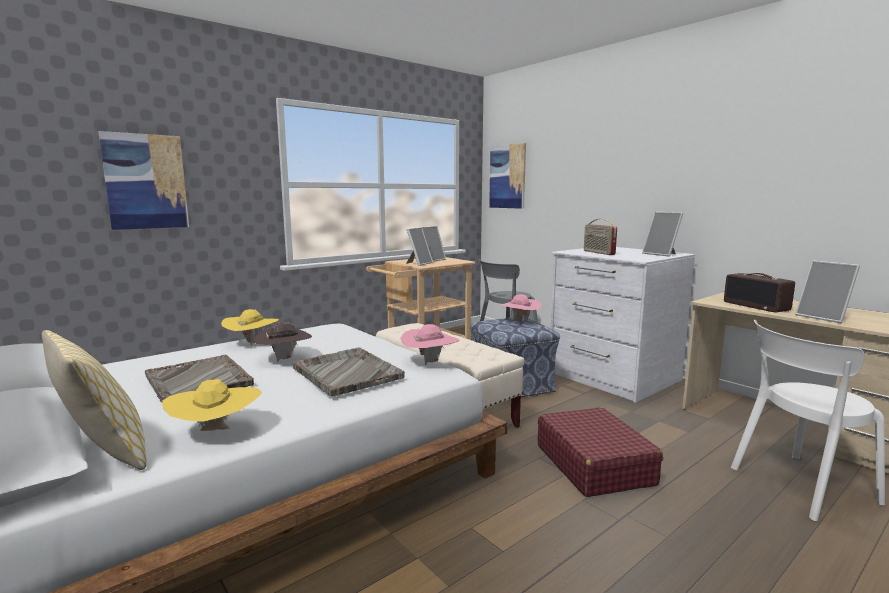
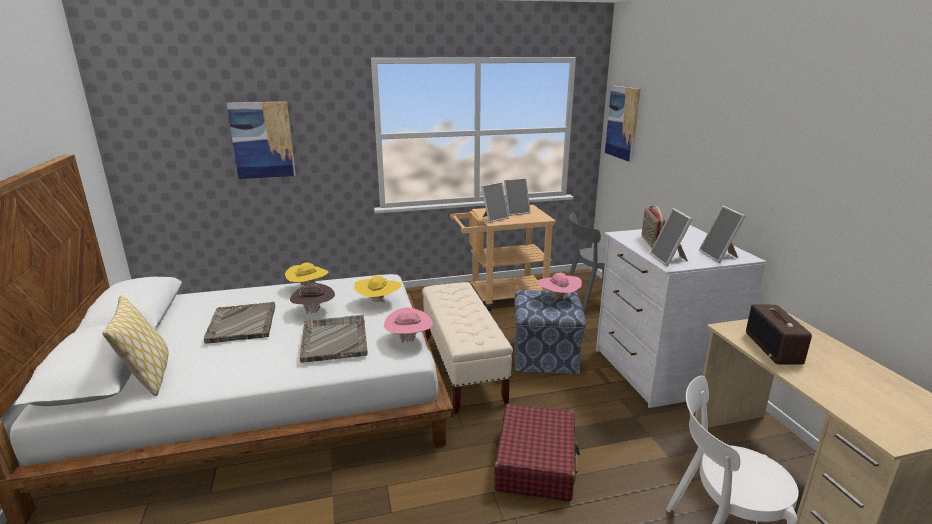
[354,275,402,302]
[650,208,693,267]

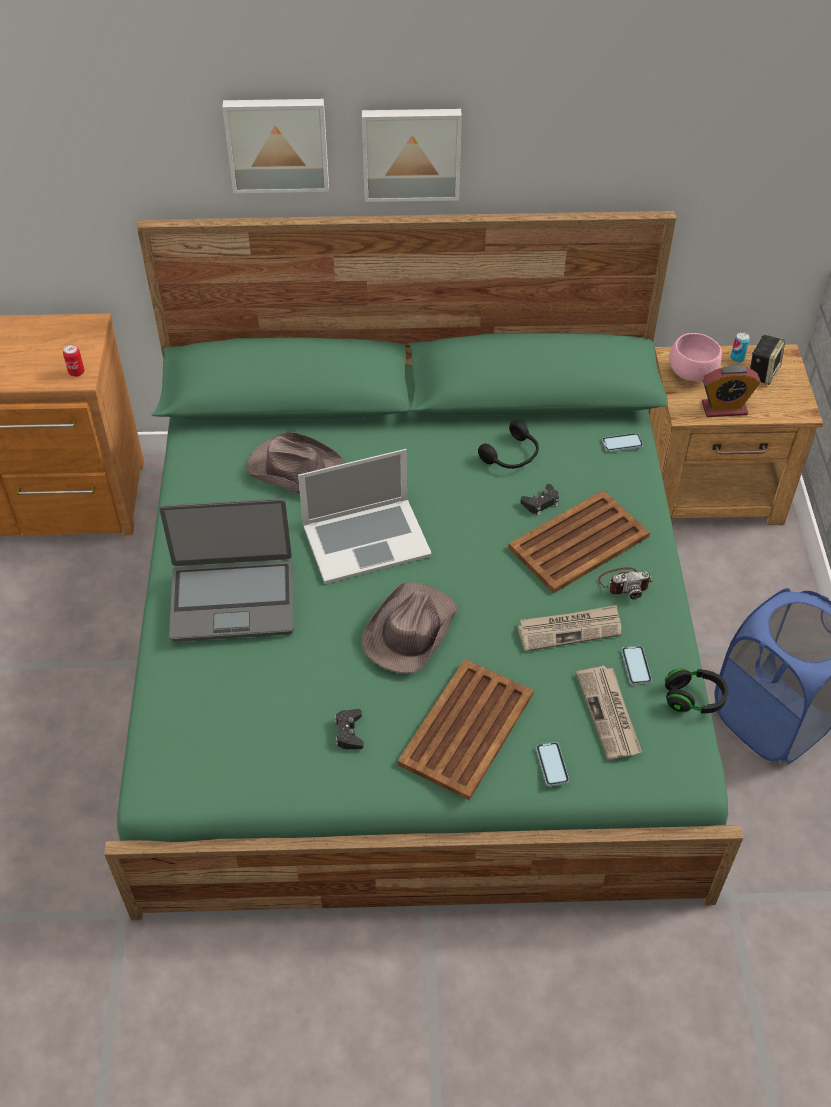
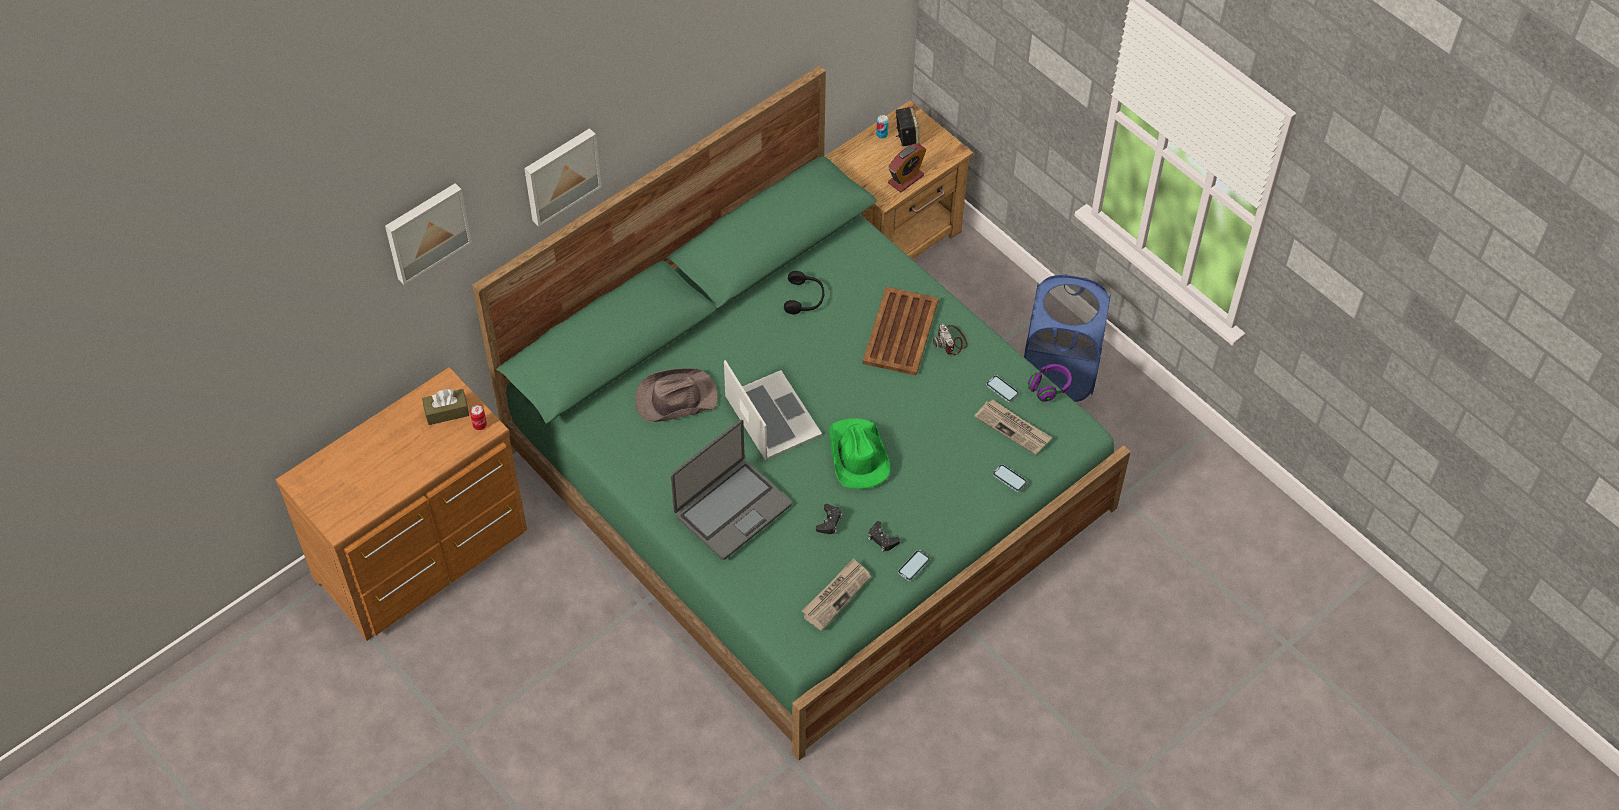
[385,183,472,285]
[422,389,469,425]
[724,360,822,460]
[802,558,871,631]
[816,504,842,534]
[829,418,890,489]
[898,550,930,581]
[933,324,968,355]
[1028,364,1072,402]
[398,659,534,800] (first image)
[669,333,722,381] (first image)

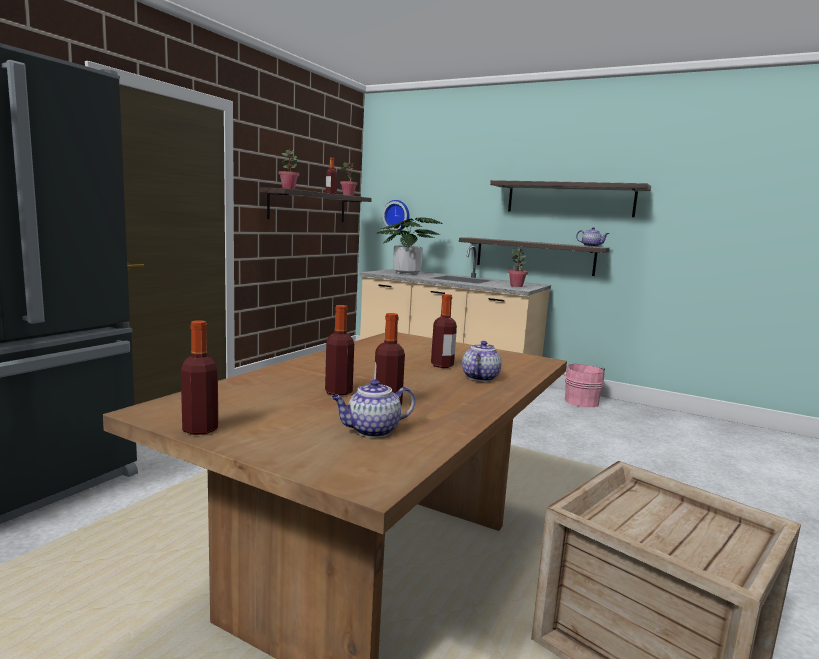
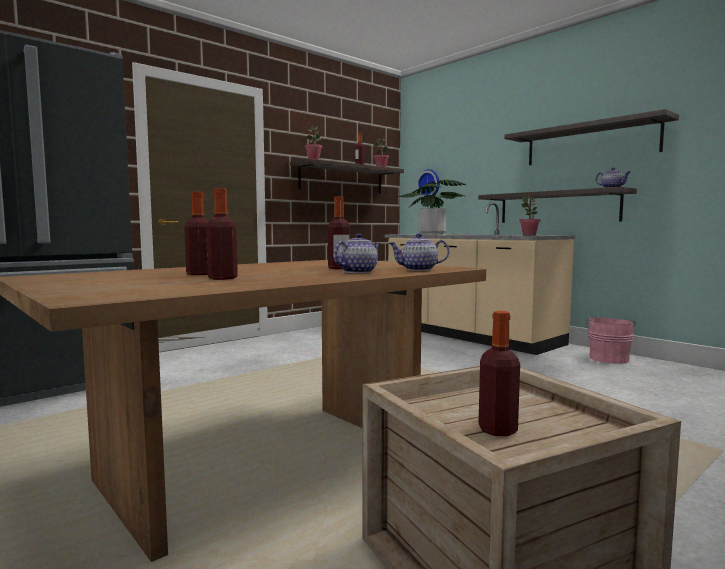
[389,233,449,271]
[478,311,520,436]

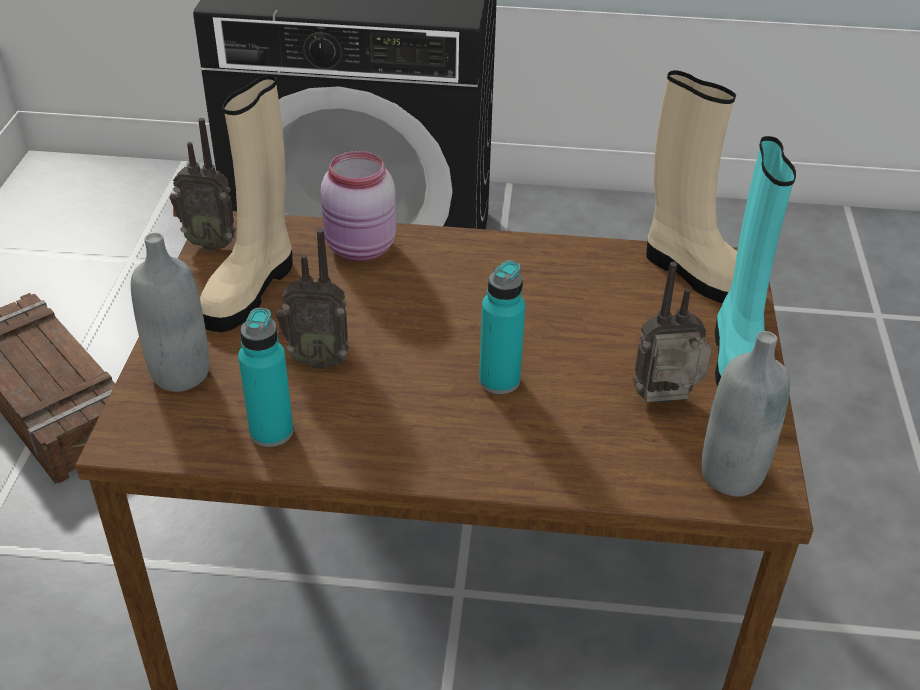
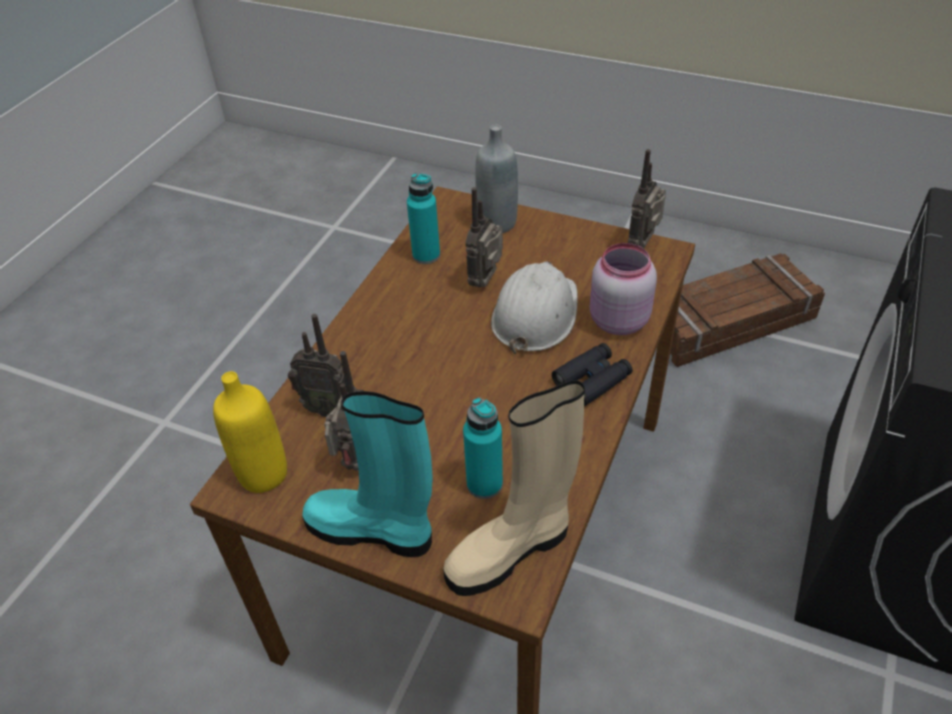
[213,371,287,493]
[288,314,346,417]
[463,397,503,499]
[491,261,578,354]
[552,343,633,406]
[200,75,293,332] (first image)

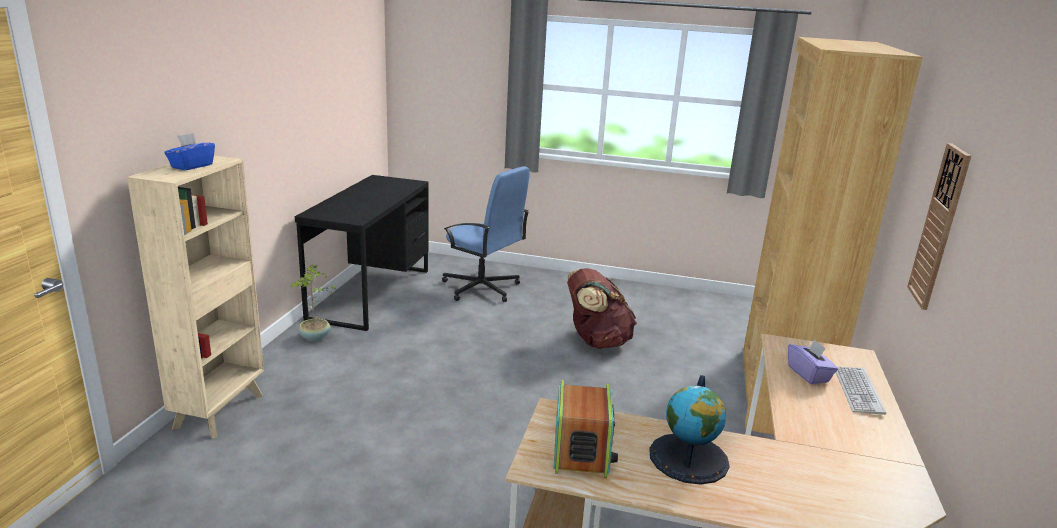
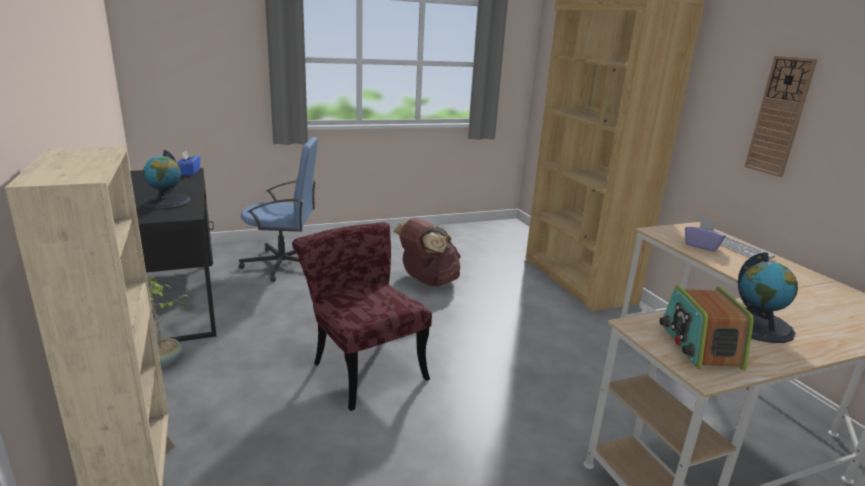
[141,150,191,210]
[177,151,200,176]
[292,222,432,411]
[660,285,754,370]

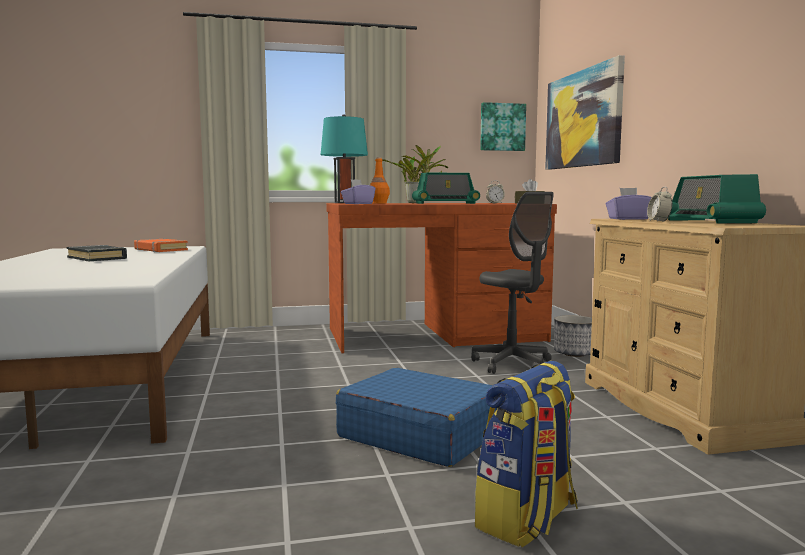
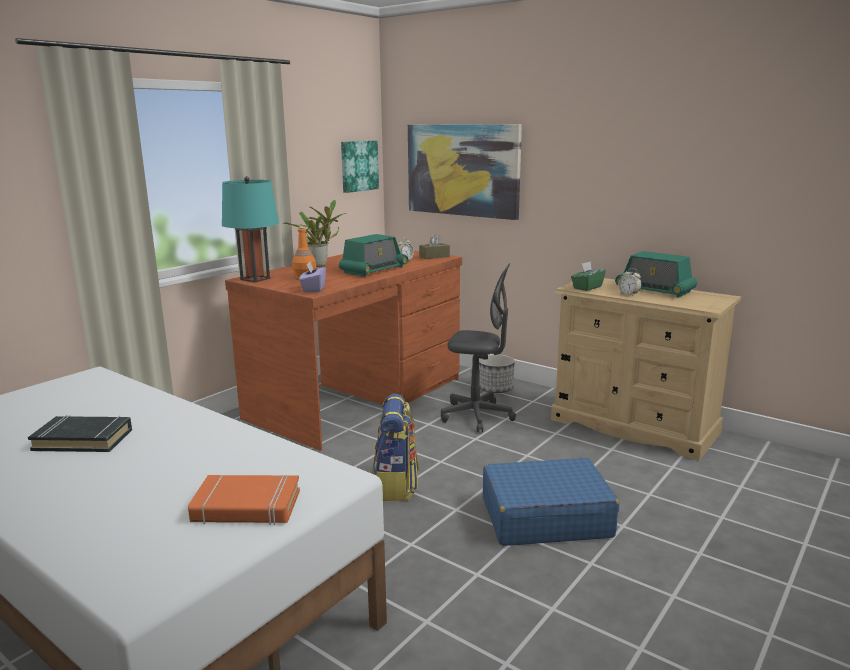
[188,475,300,525]
[372,394,418,501]
[571,262,606,291]

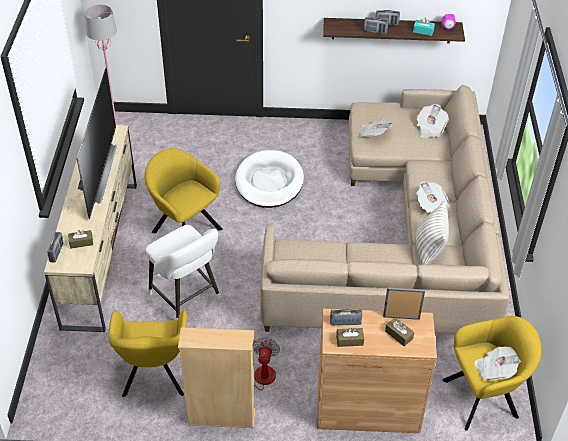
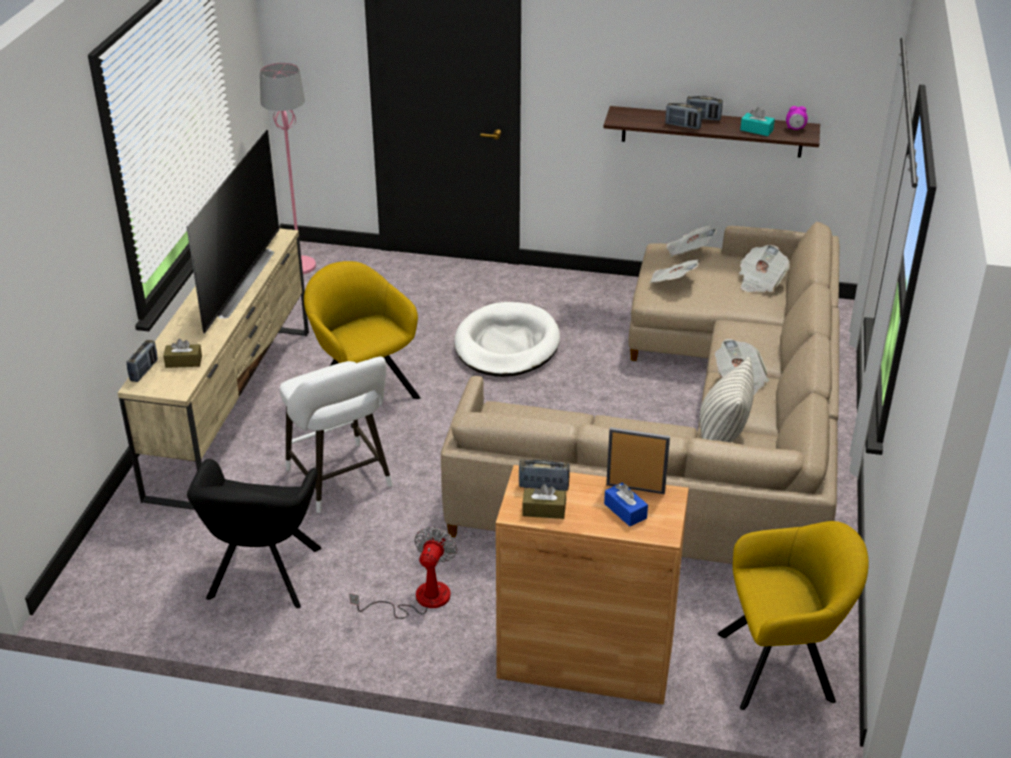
[187,459,321,608]
[604,483,648,526]
[666,225,717,257]
[178,327,255,428] (first image)

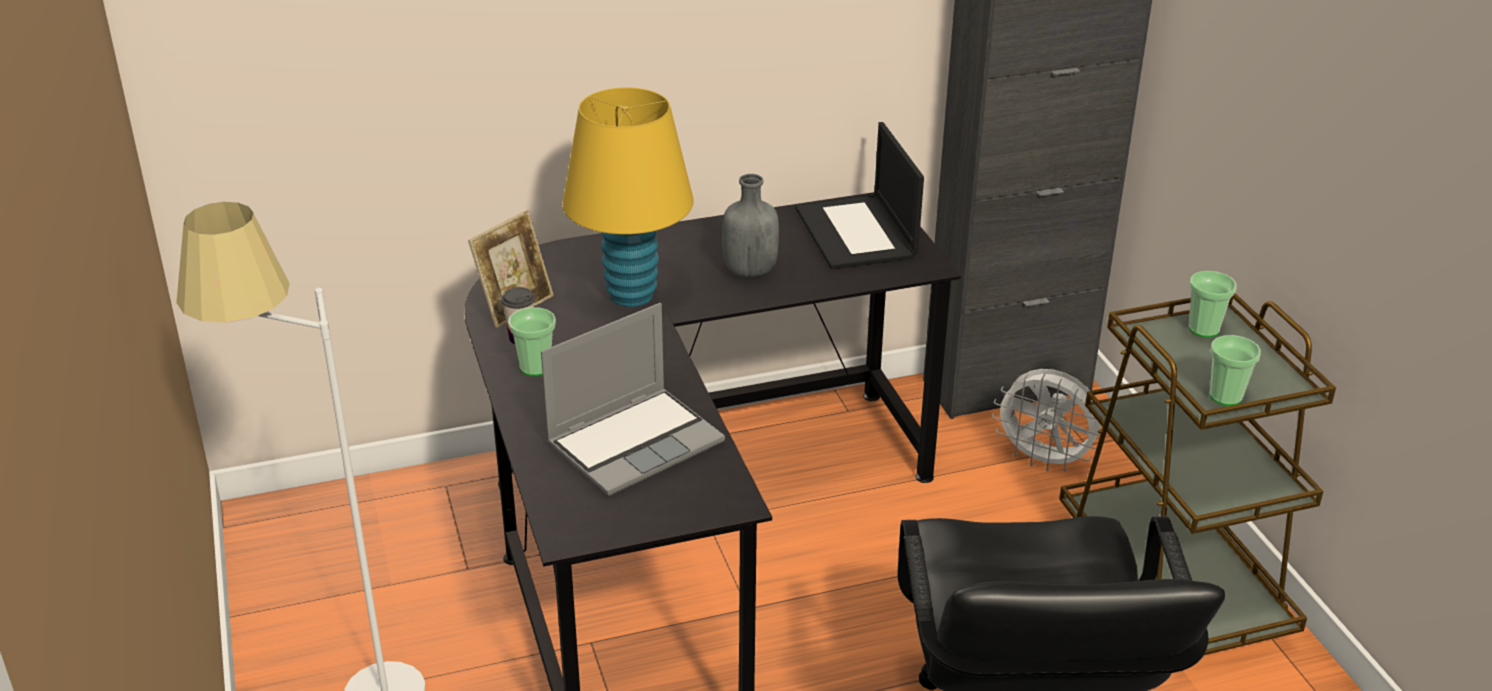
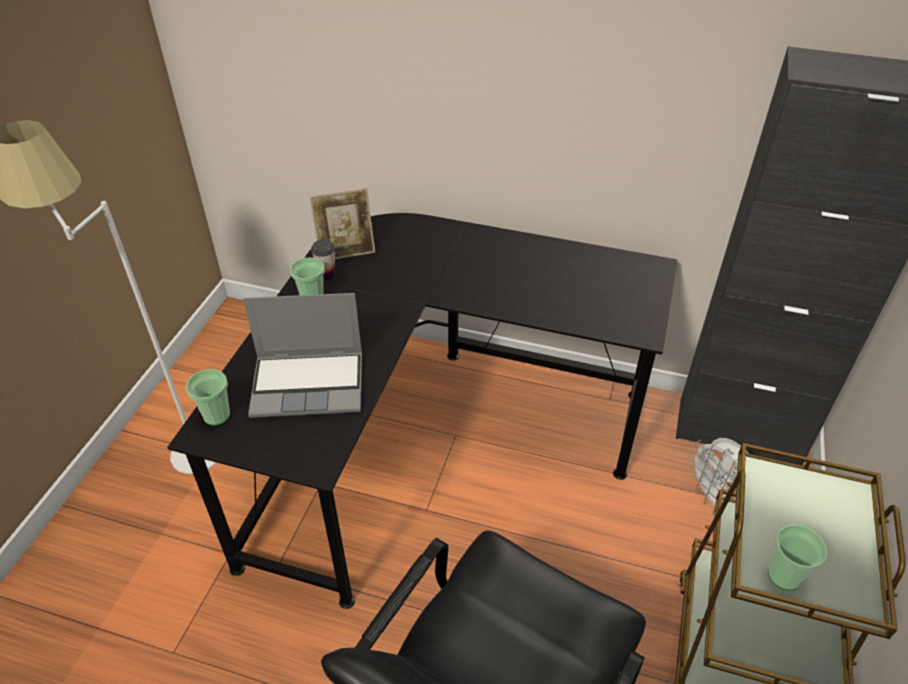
[186,369,230,426]
[562,87,693,307] (first image)
[722,174,779,278] (first image)
[796,122,924,269] (first image)

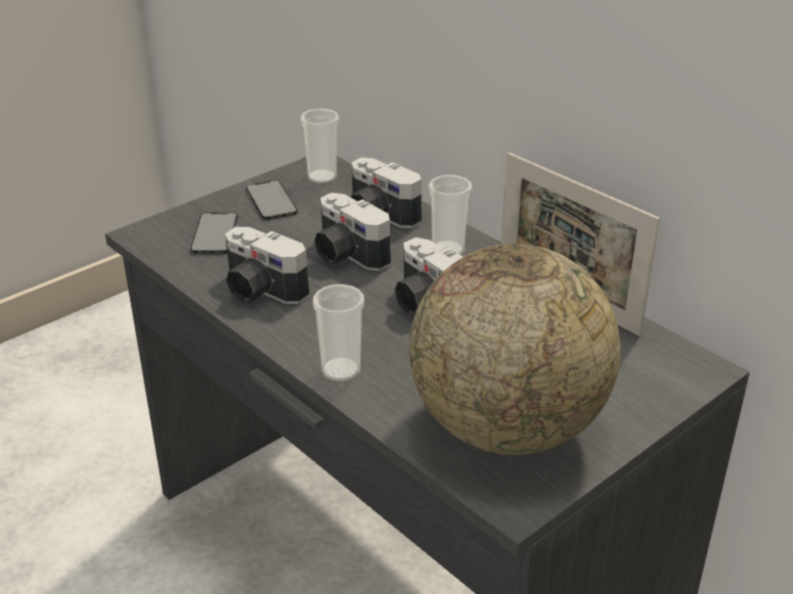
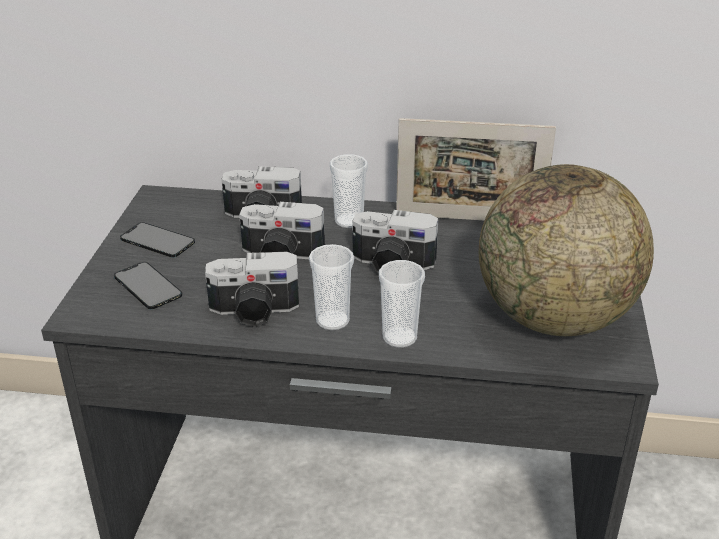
[309,244,354,330]

